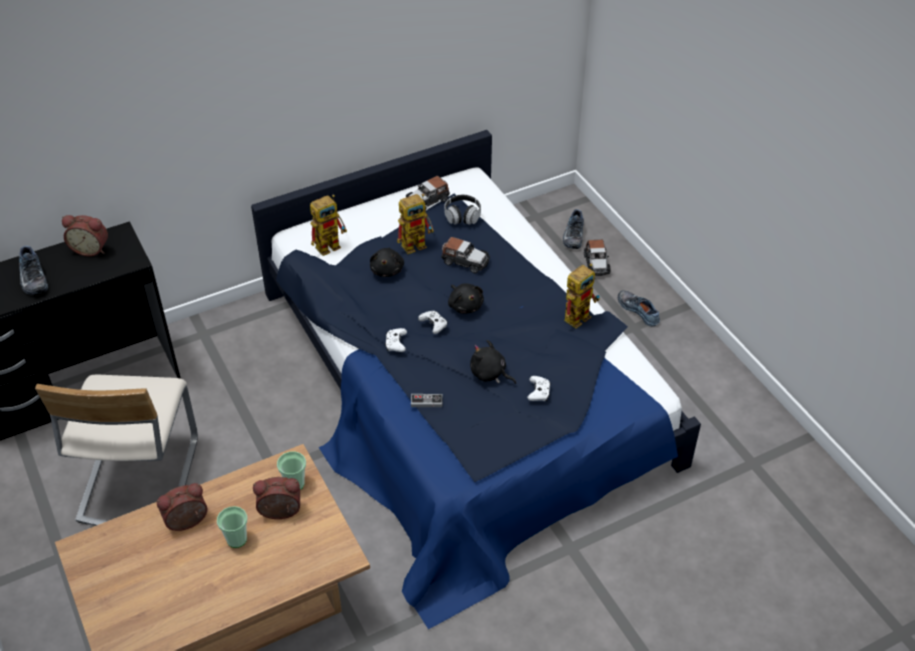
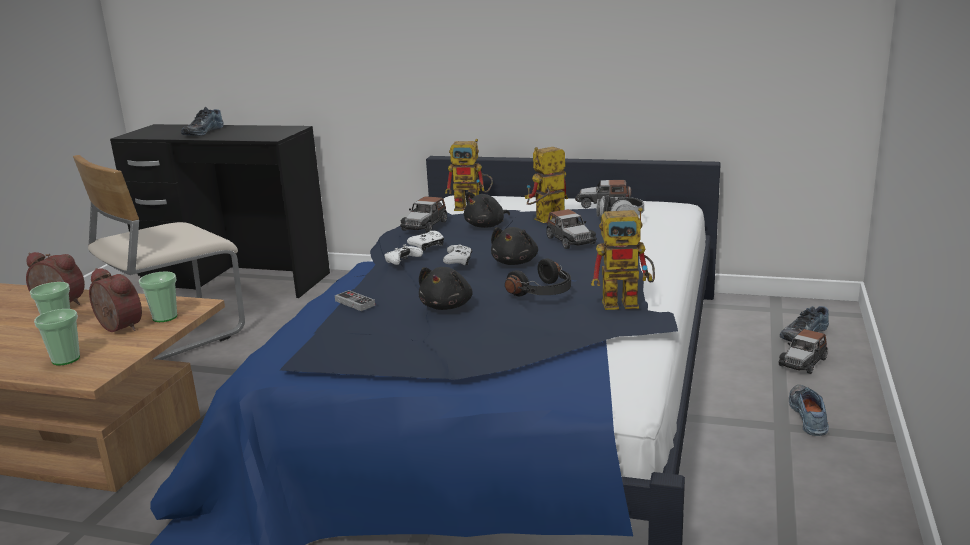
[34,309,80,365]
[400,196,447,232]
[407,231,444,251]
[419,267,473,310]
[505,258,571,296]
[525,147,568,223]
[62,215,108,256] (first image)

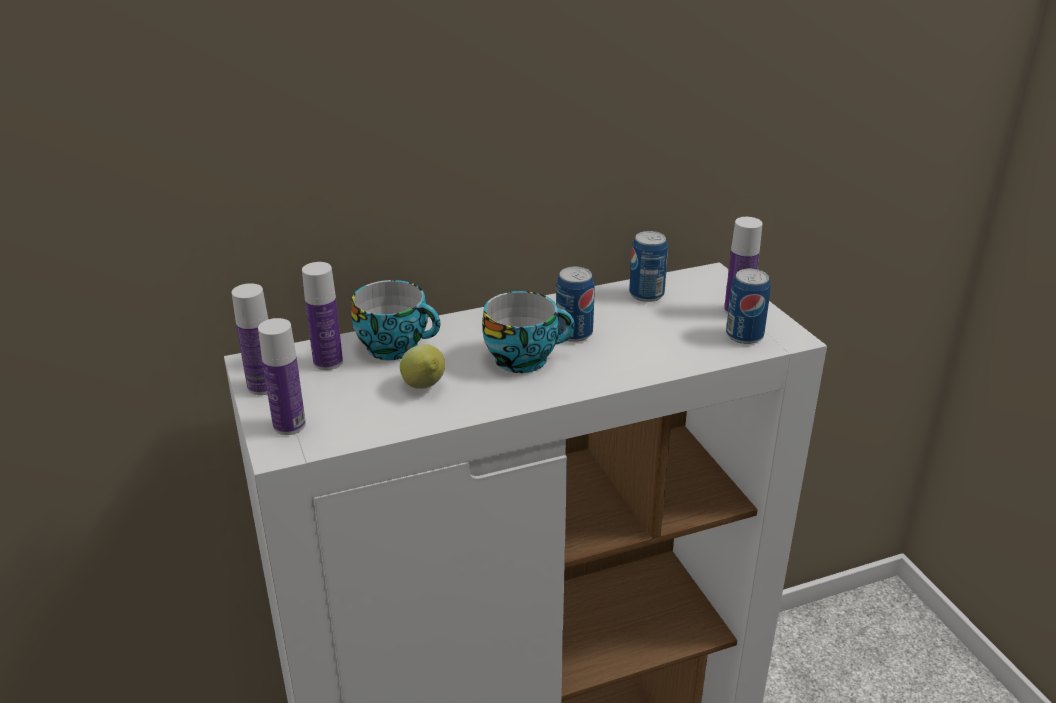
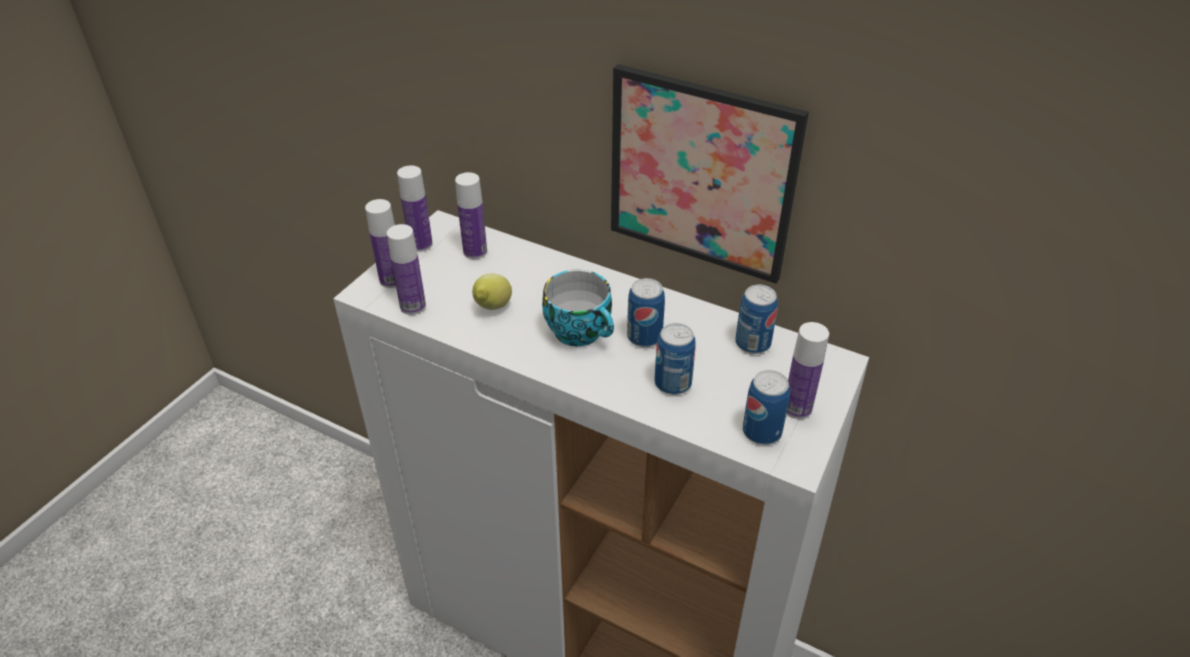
[387,224,426,315]
[611,64,809,284]
[655,323,696,395]
[352,280,440,360] (first image)

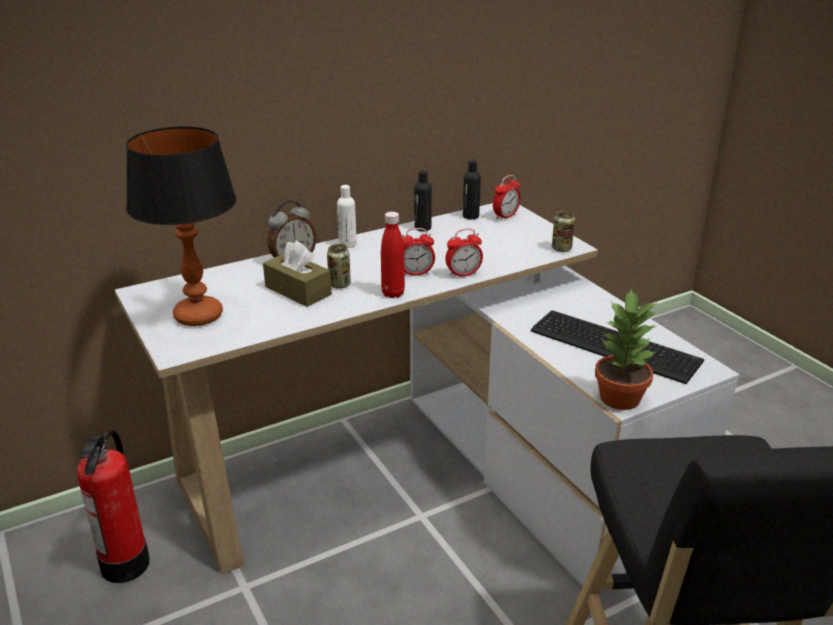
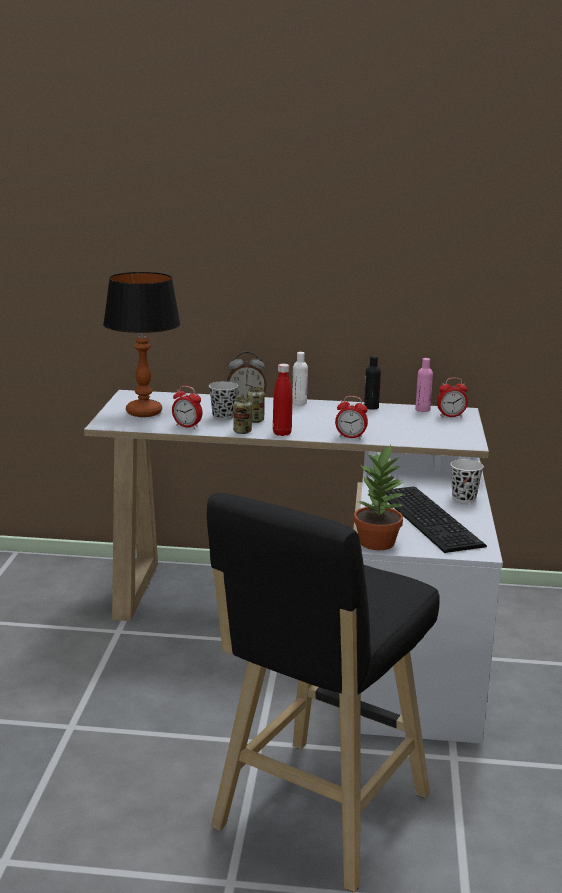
[172,386,202,429]
[209,381,238,420]
[233,397,252,434]
[415,358,433,412]
[451,459,484,503]
[77,429,150,583] (first image)

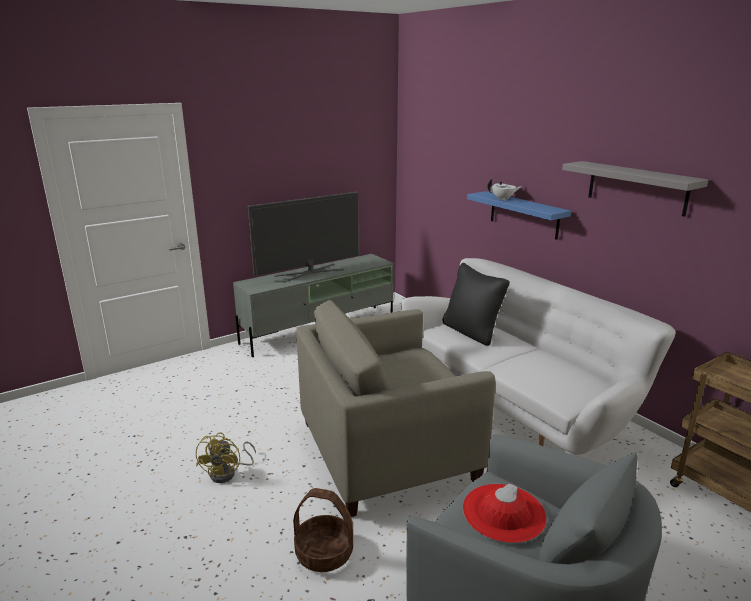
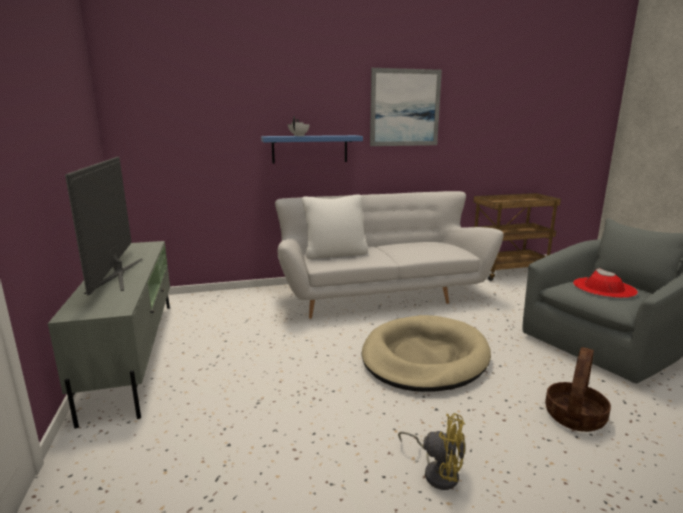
[302,195,368,259]
[361,315,491,392]
[370,68,442,146]

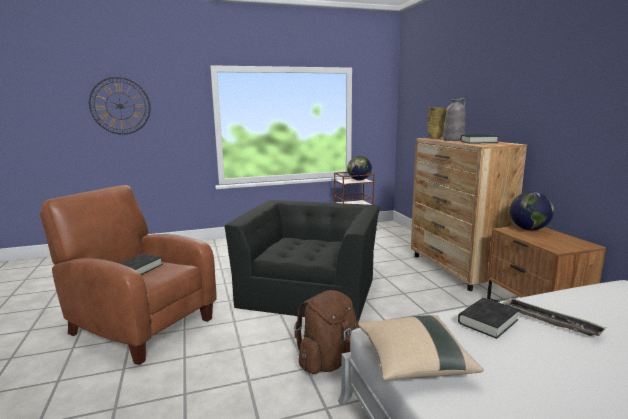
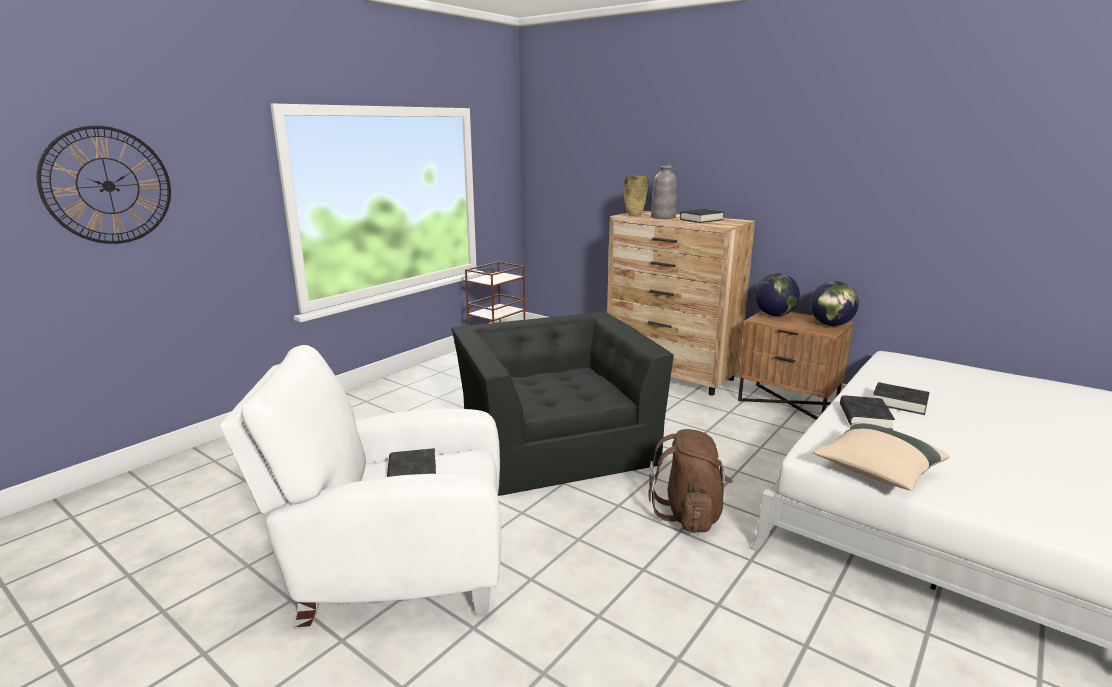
[220,345,501,628]
[810,281,859,326]
[873,382,930,415]

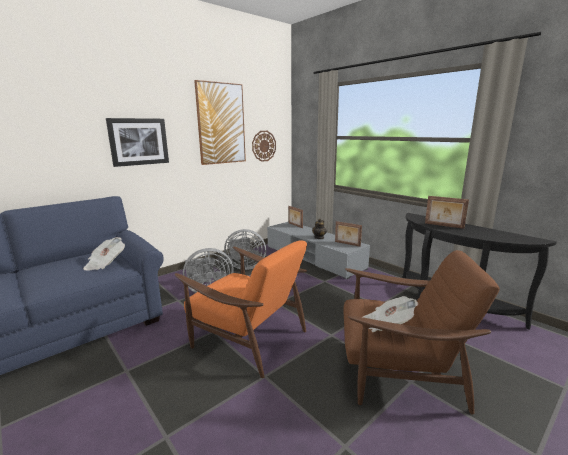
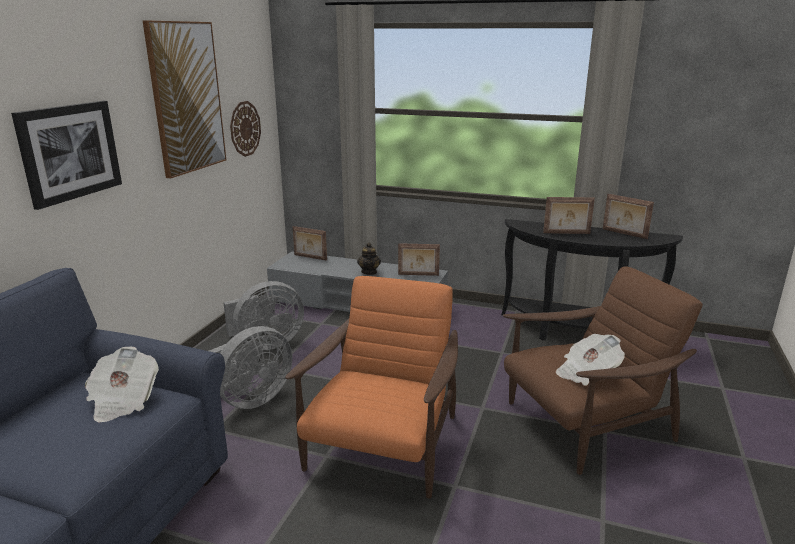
[285,276,458,499]
[603,194,654,239]

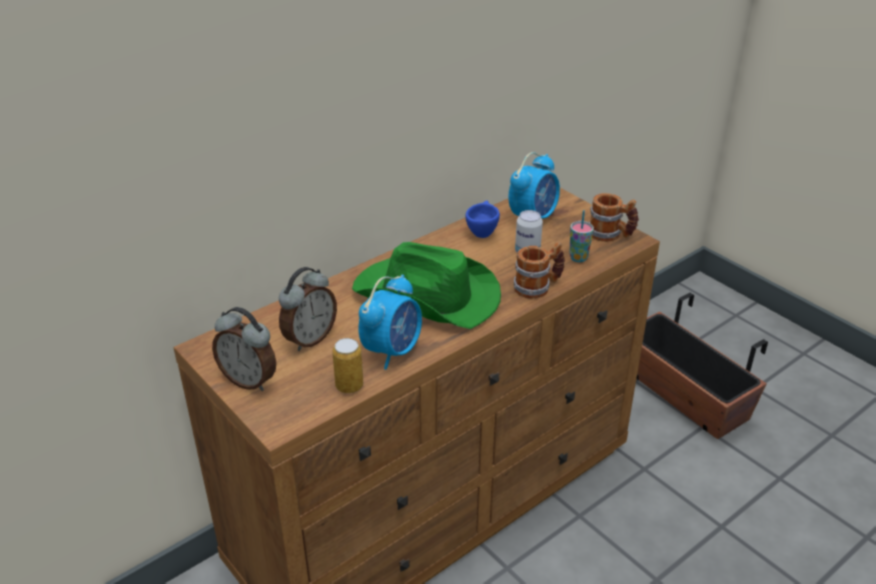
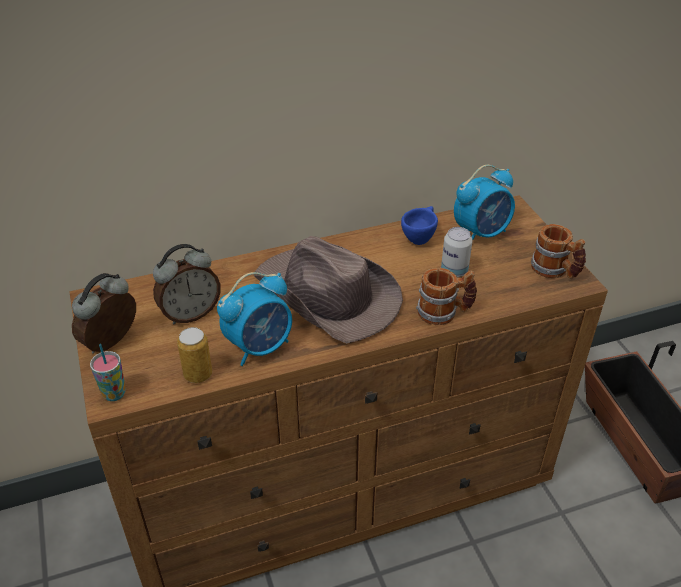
[72,273,136,354]
[90,344,126,401]
[254,236,403,343]

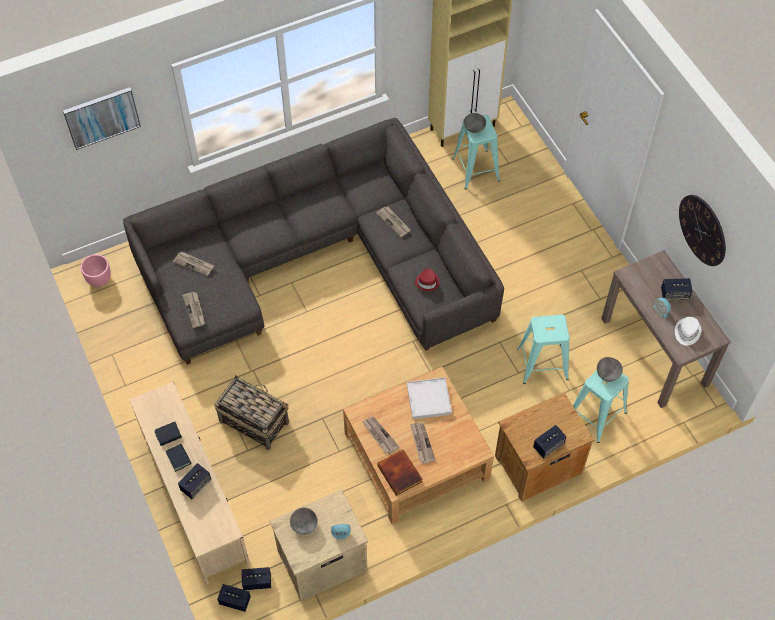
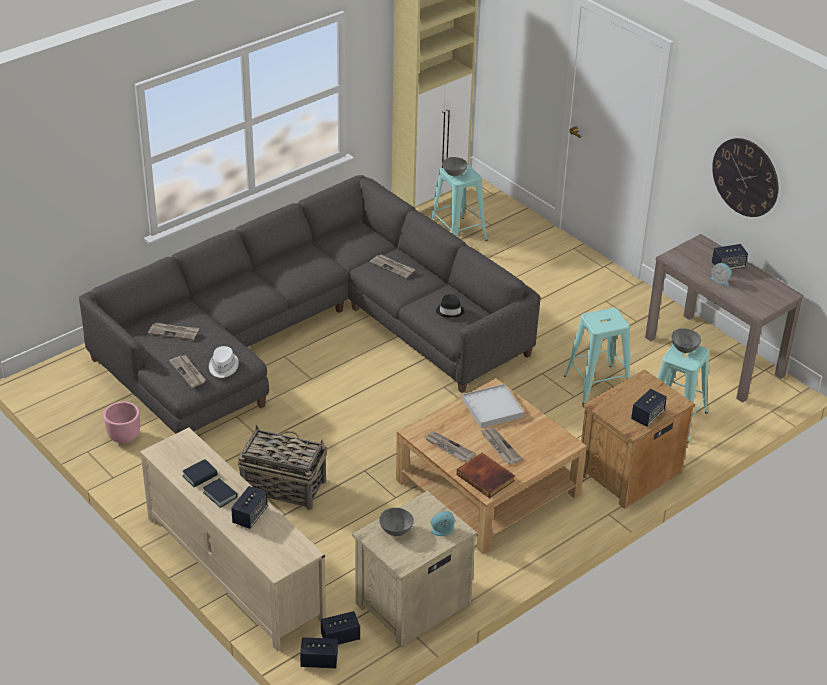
[104,402,140,444]
[209,346,239,378]
[436,294,464,318]
[63,87,141,150] (first image)

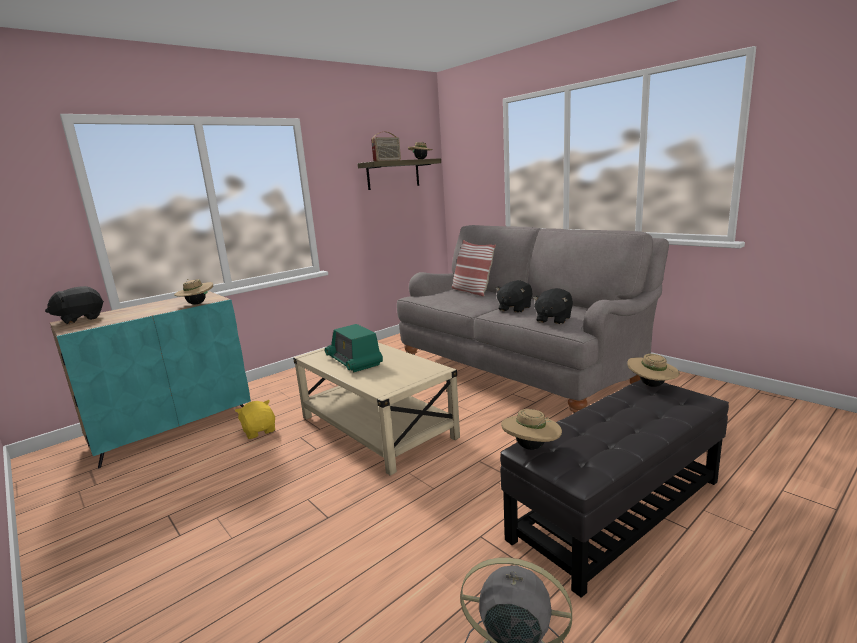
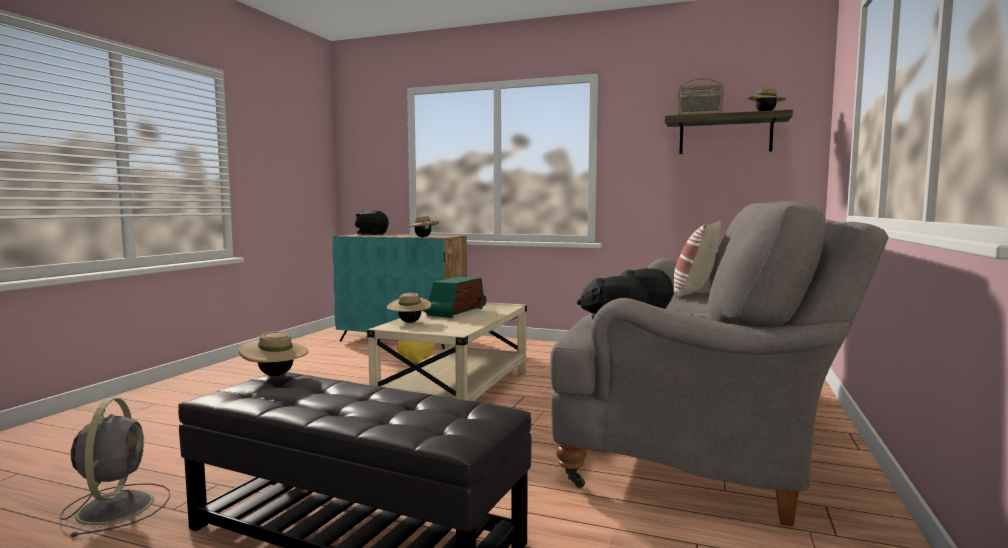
[387,293,432,323]

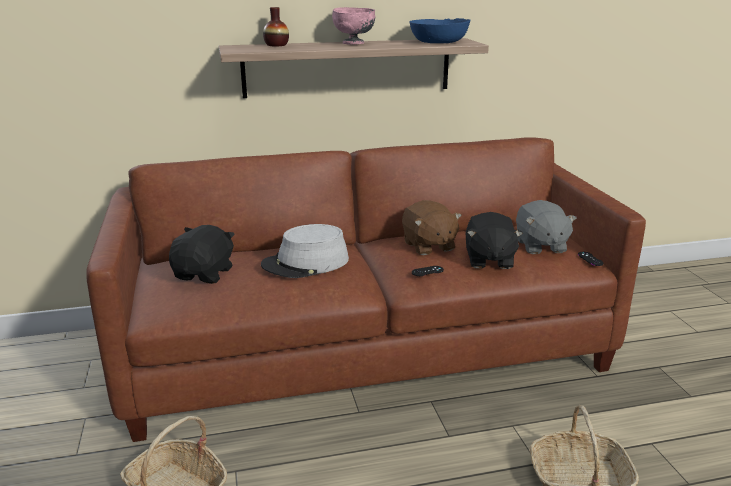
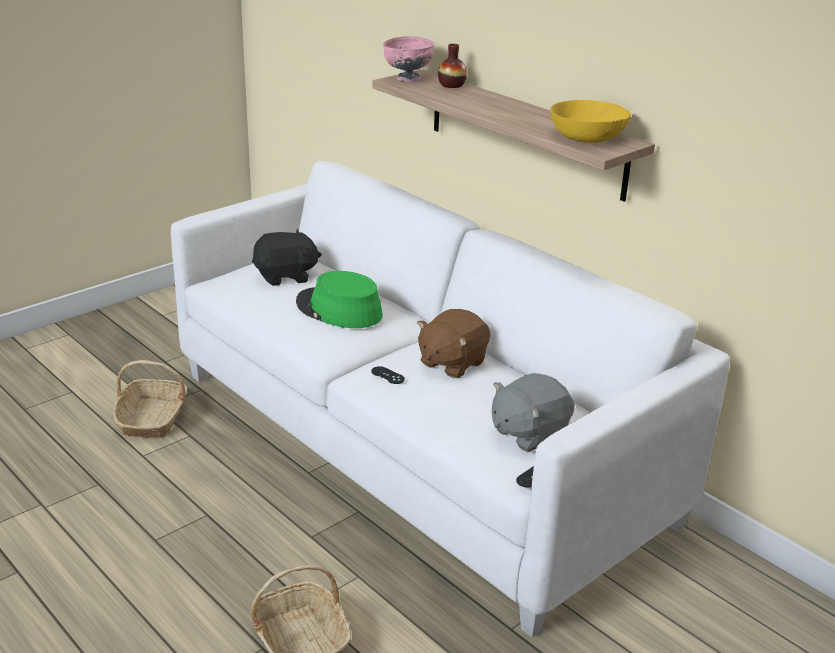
[171,161,730,637]
[296,271,383,328]
[383,36,434,82]
[550,100,631,143]
[466,212,523,269] (first image)

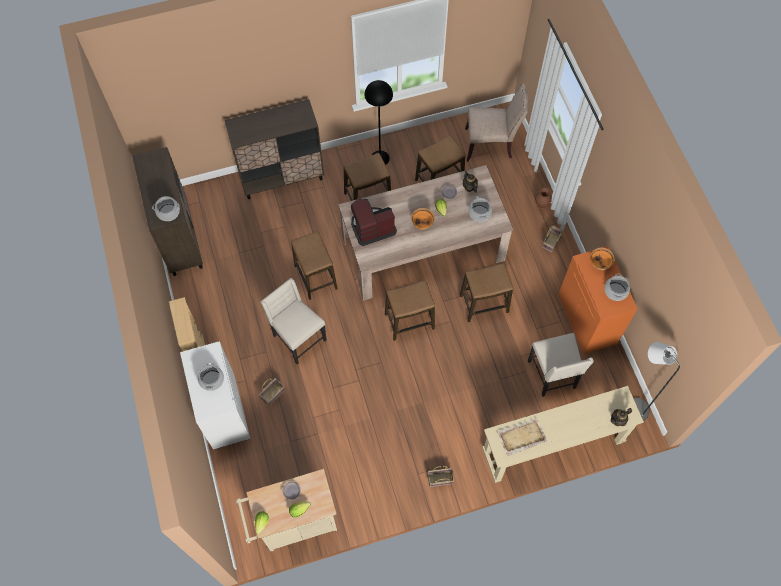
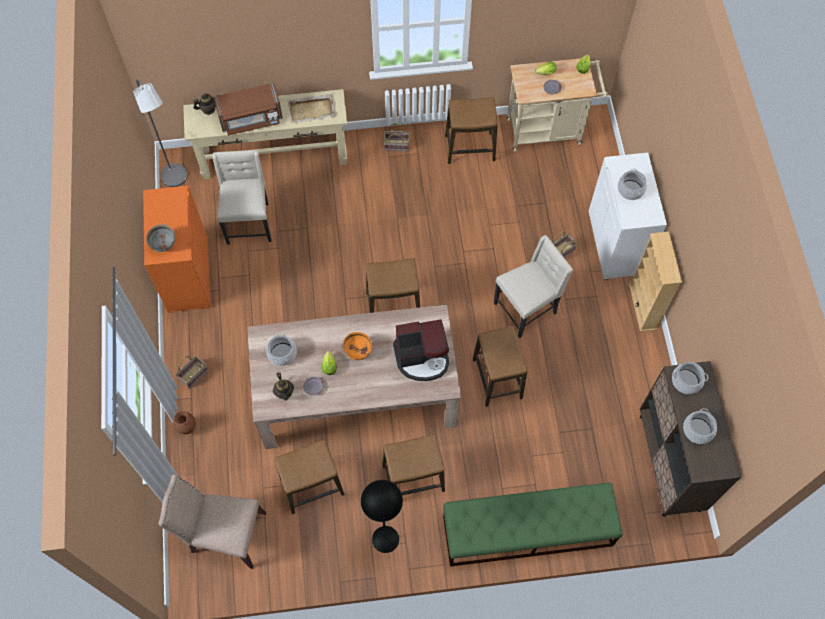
[146,224,175,252]
[214,83,283,136]
[443,482,622,567]
[445,97,498,164]
[494,235,573,338]
[683,408,717,444]

